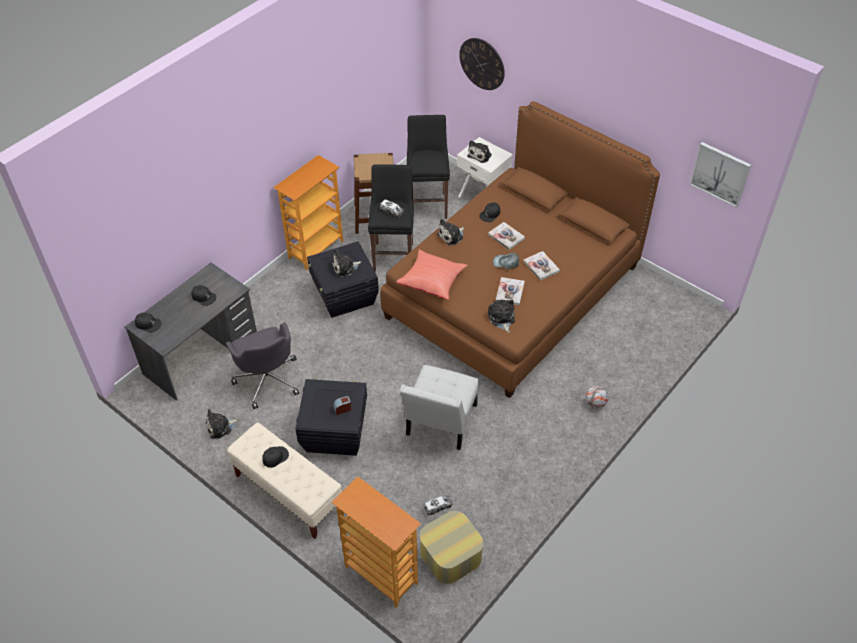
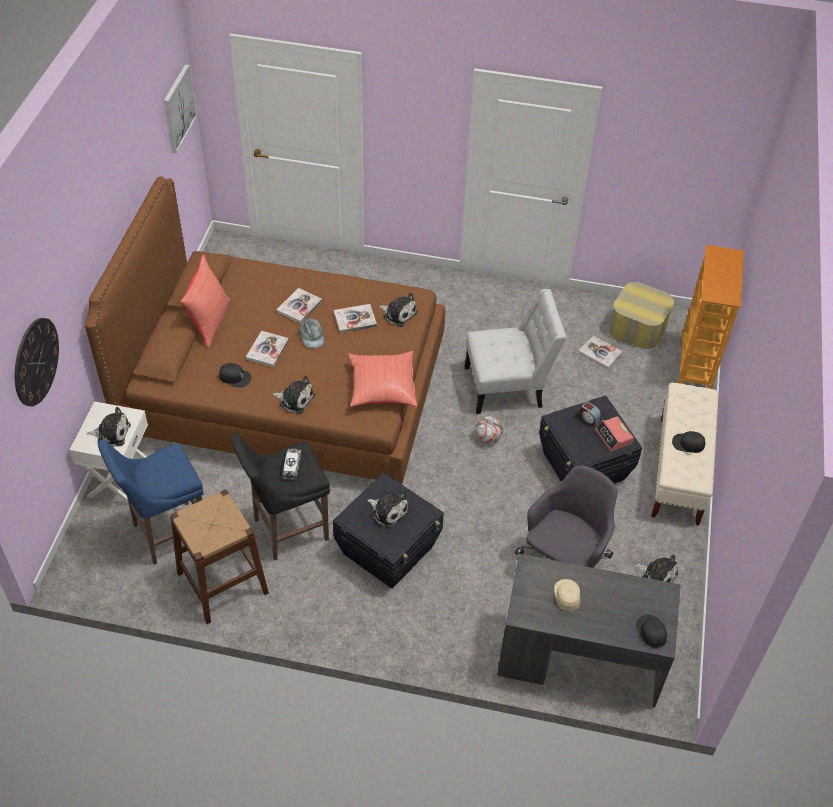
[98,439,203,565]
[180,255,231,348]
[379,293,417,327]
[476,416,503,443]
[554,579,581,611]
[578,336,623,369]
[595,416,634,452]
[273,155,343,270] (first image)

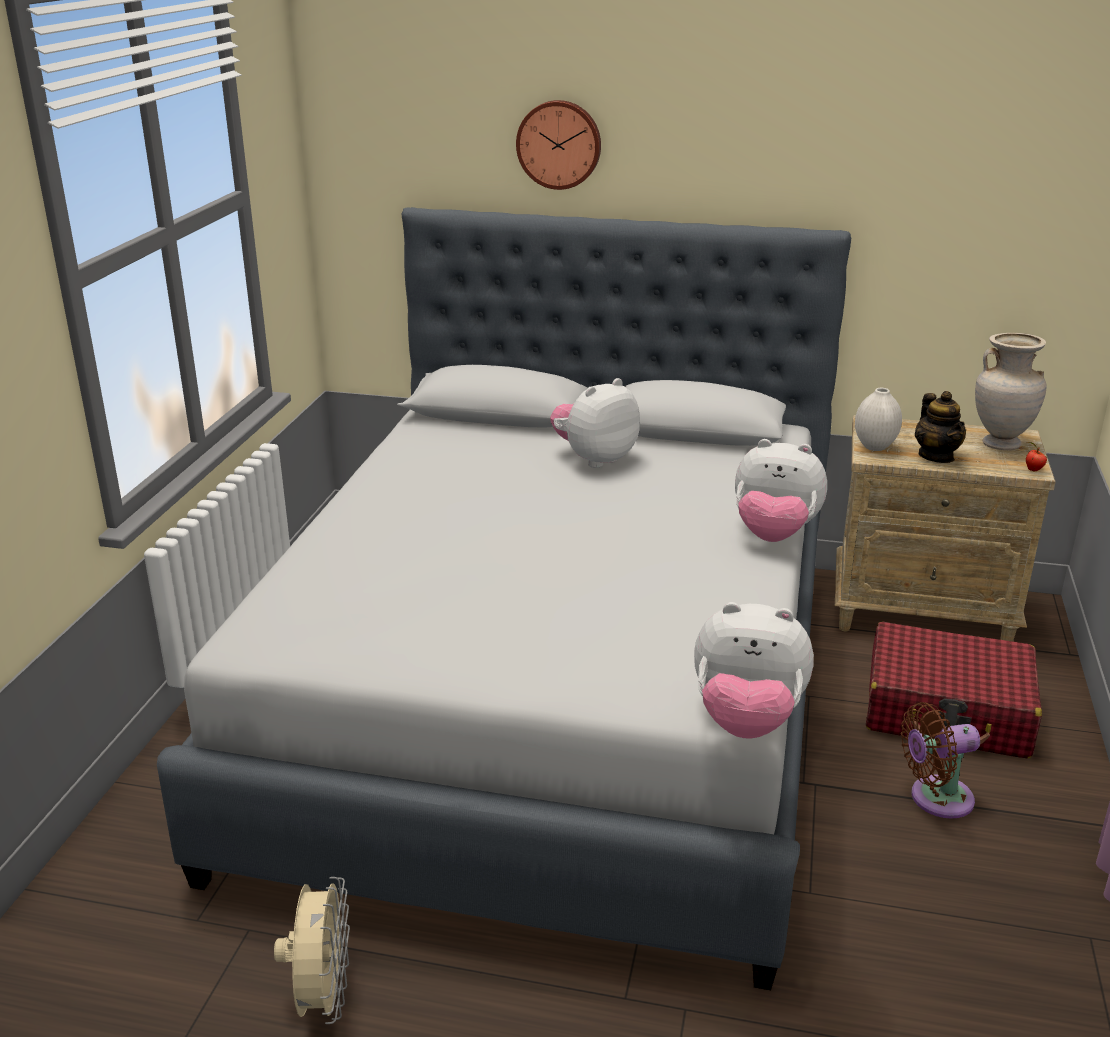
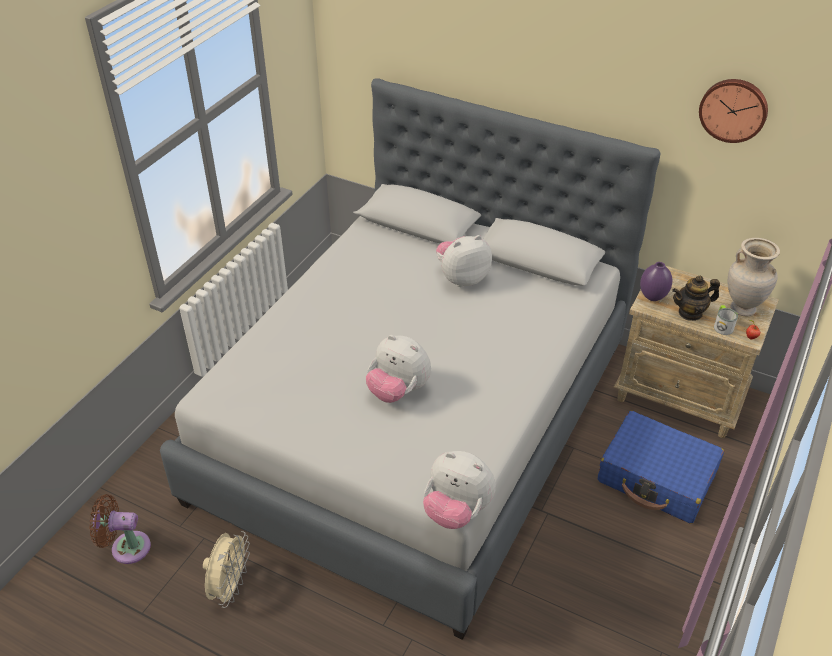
[89,494,151,564]
[366,335,431,403]
[598,411,724,523]
[640,262,672,301]
[672,276,720,321]
[699,79,768,143]
[714,305,738,335]

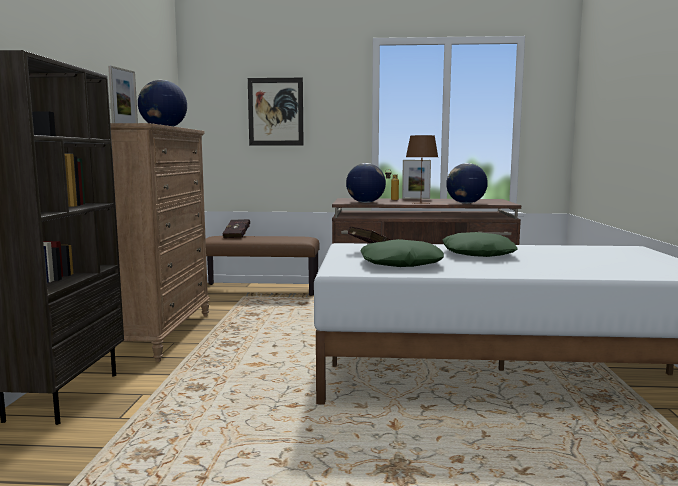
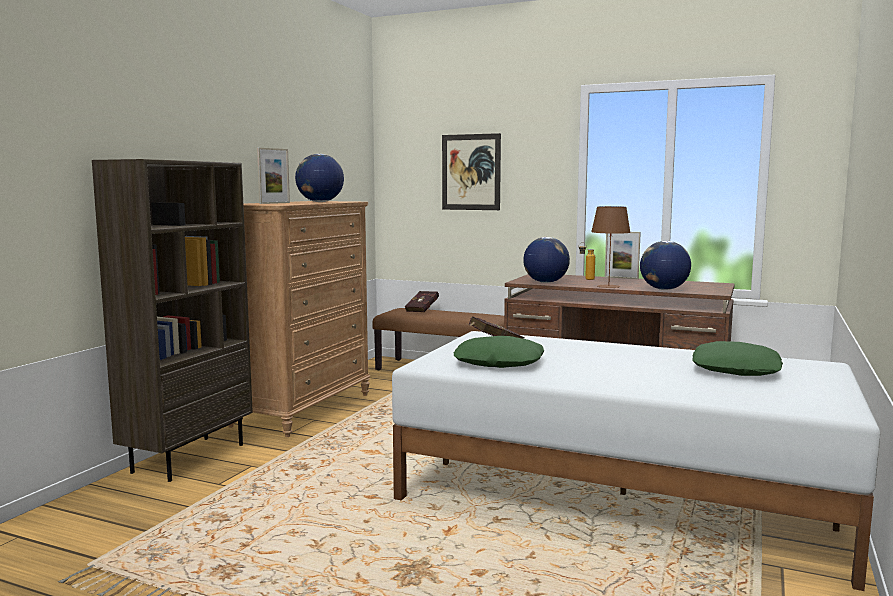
[692,341,783,376]

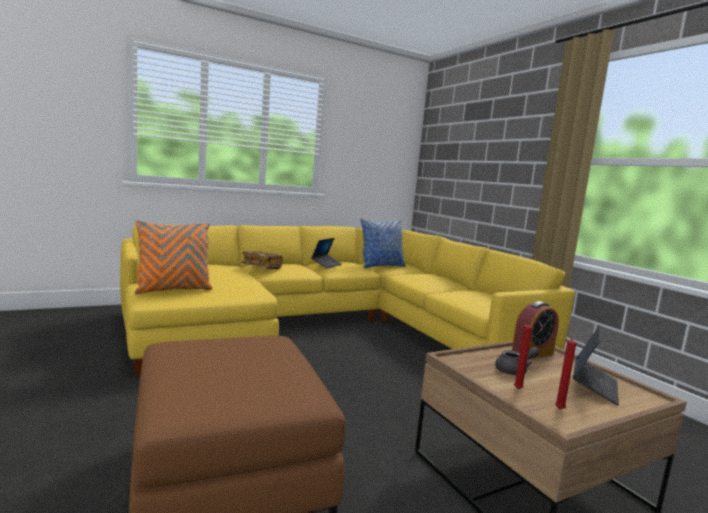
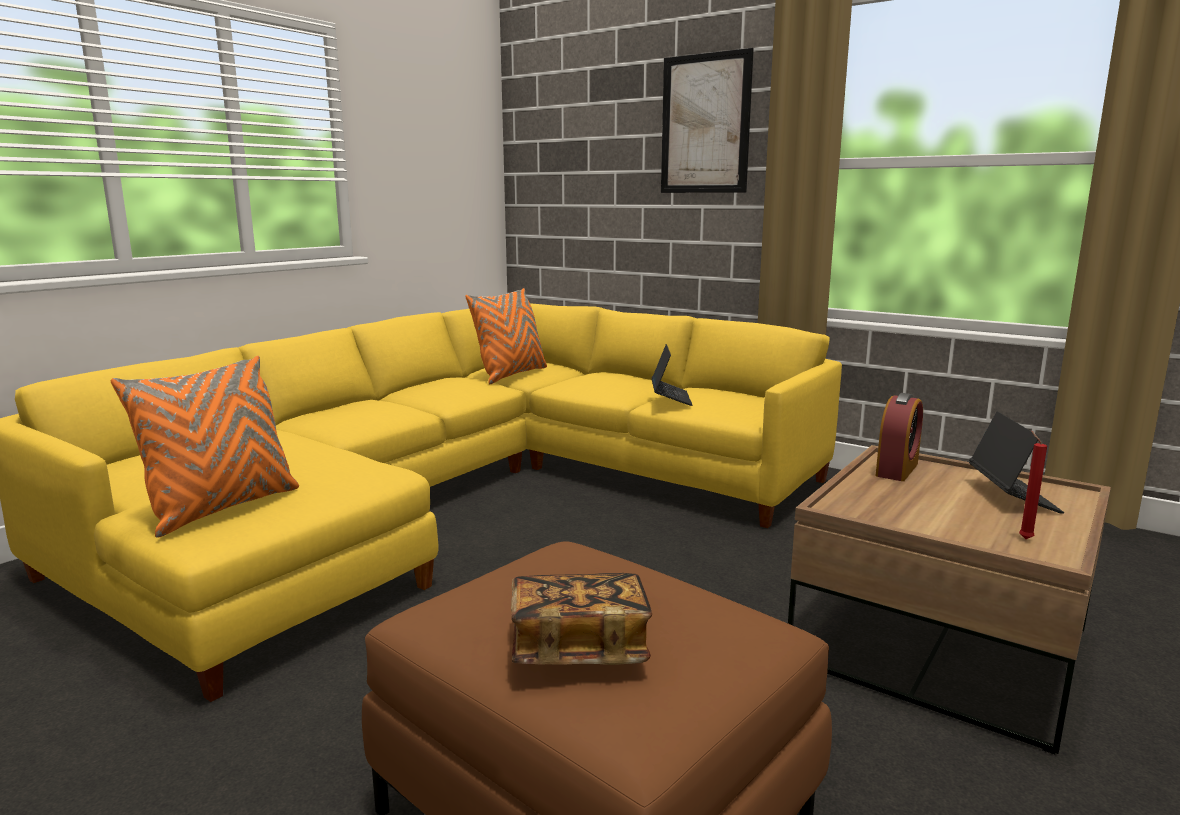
[465,288,547,384]
[511,573,652,665]
[651,344,692,406]
[661,48,754,193]
[495,347,539,375] (first image)
[514,320,532,389] (first image)

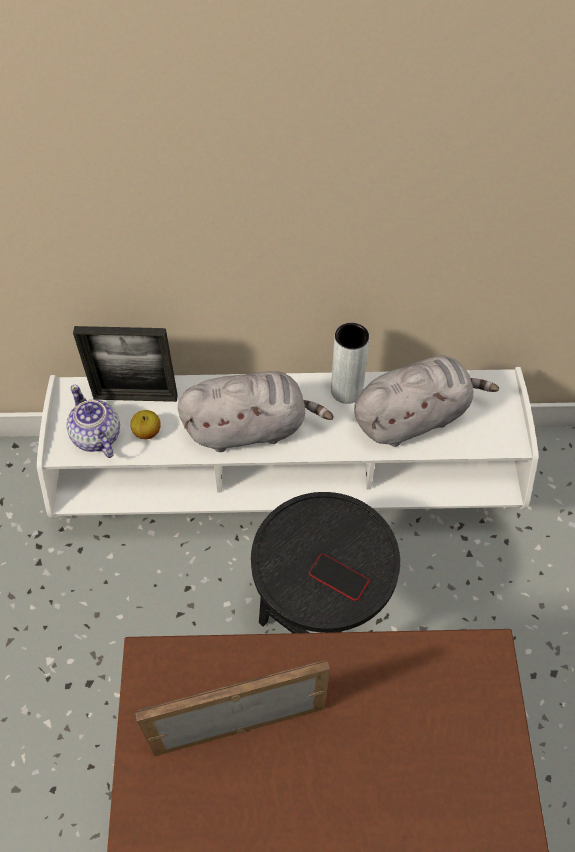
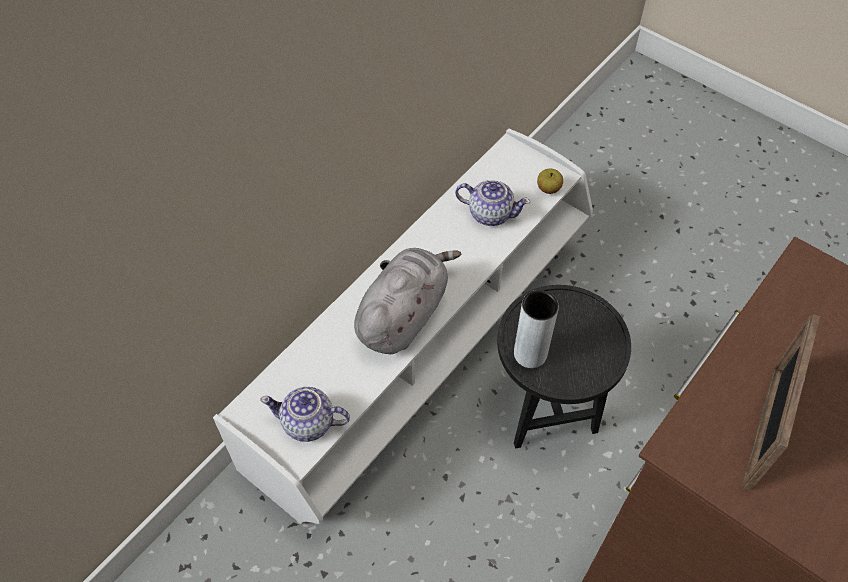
[455,180,530,226]
[514,290,559,368]
[537,169,563,194]
[73,326,178,402] (first image)
[309,554,369,601] (first image)

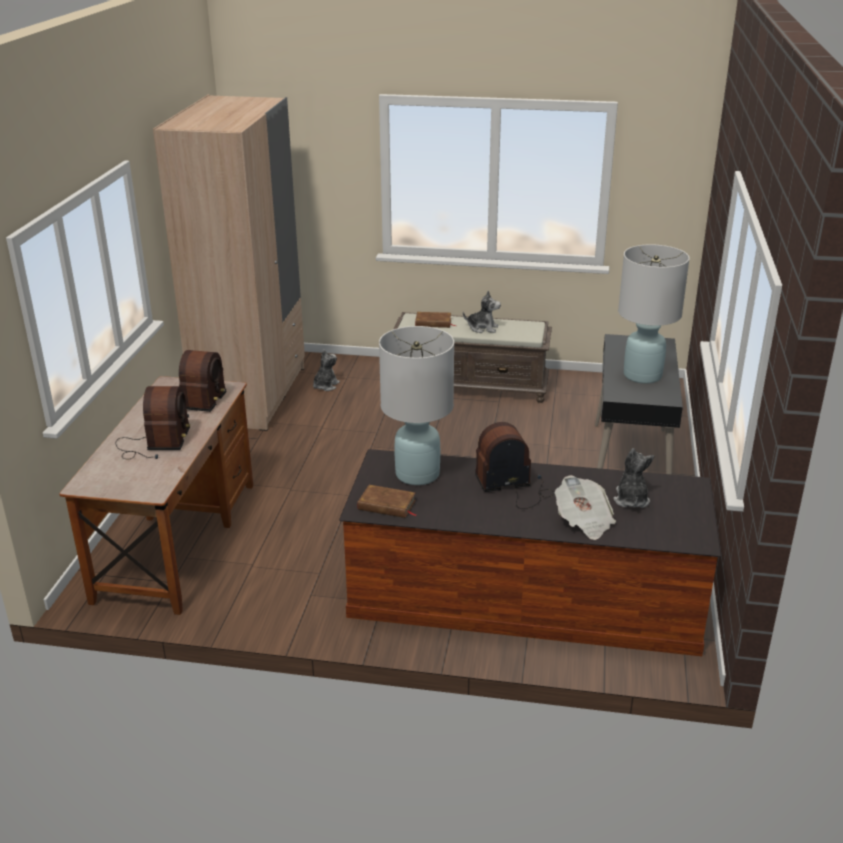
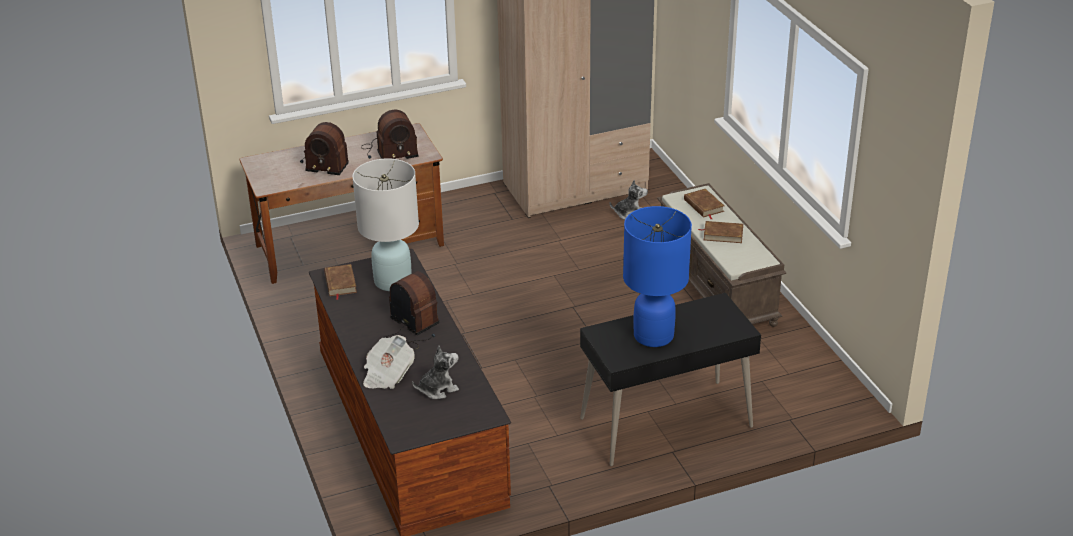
[300,122,349,175]
[623,206,692,347]
[698,221,743,243]

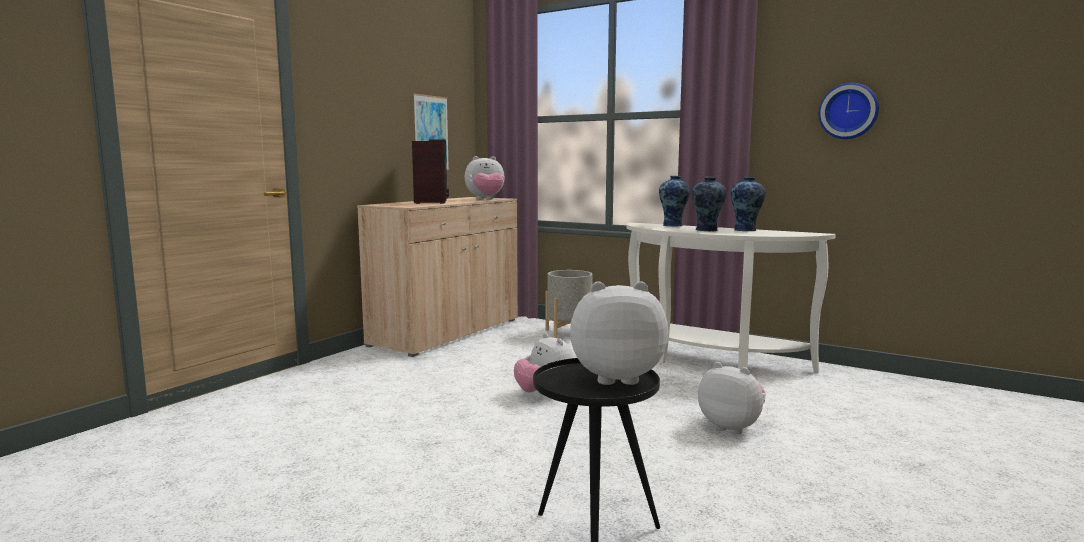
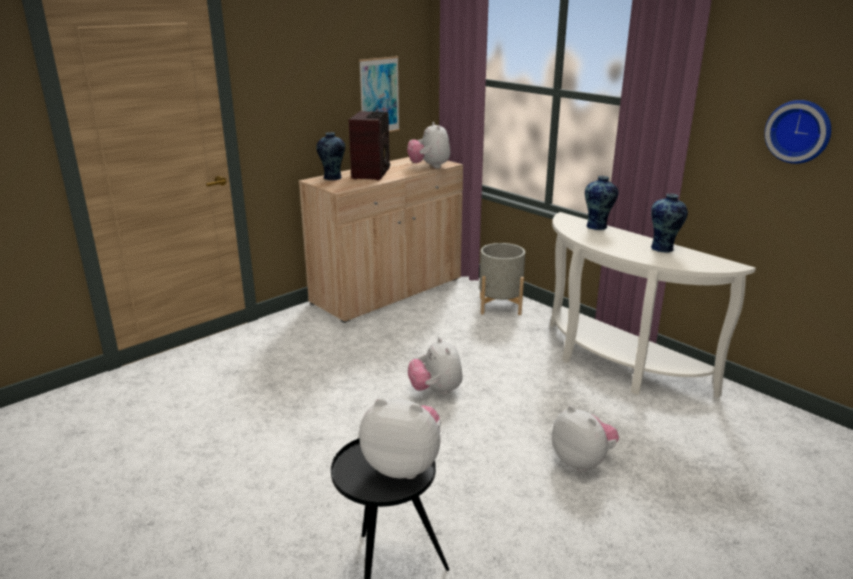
[316,132,345,180]
[407,122,450,168]

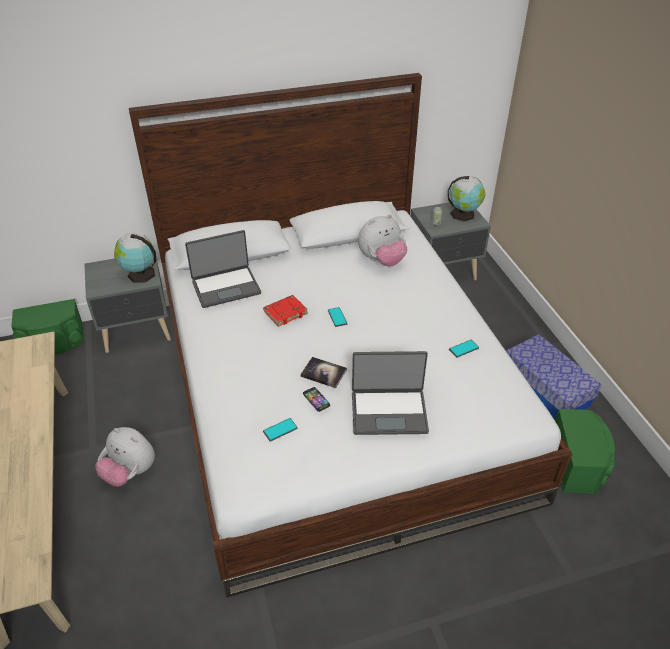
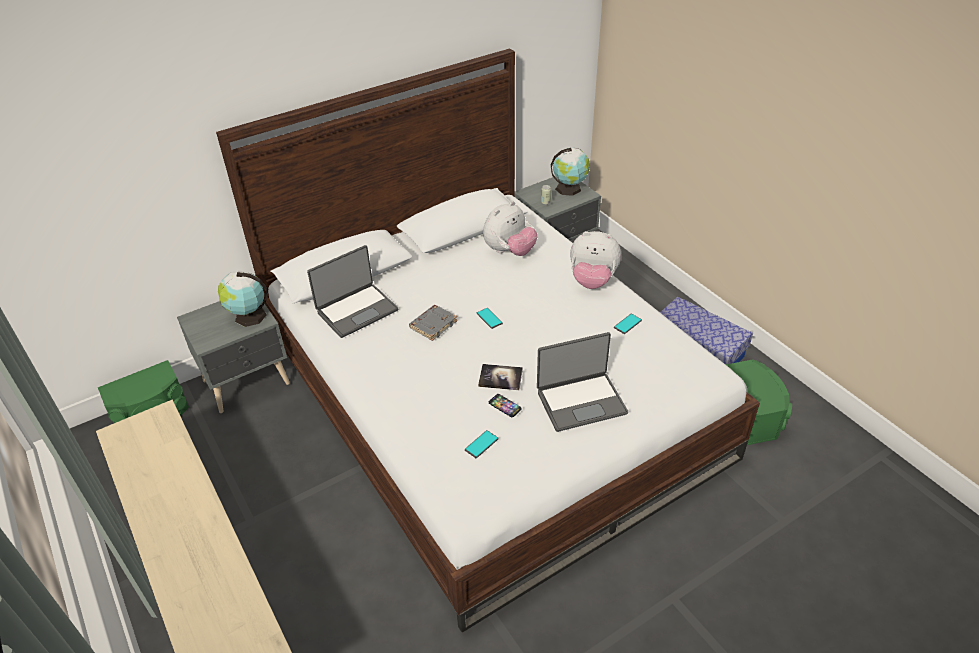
[409,305,458,341]
[570,231,621,289]

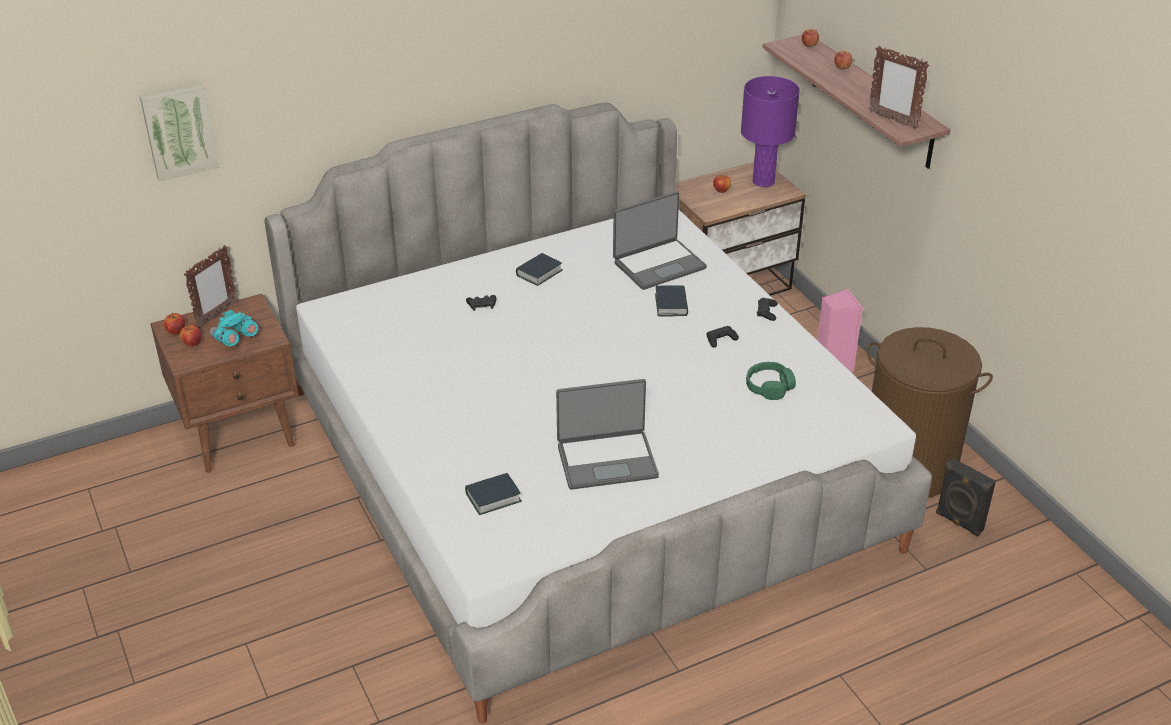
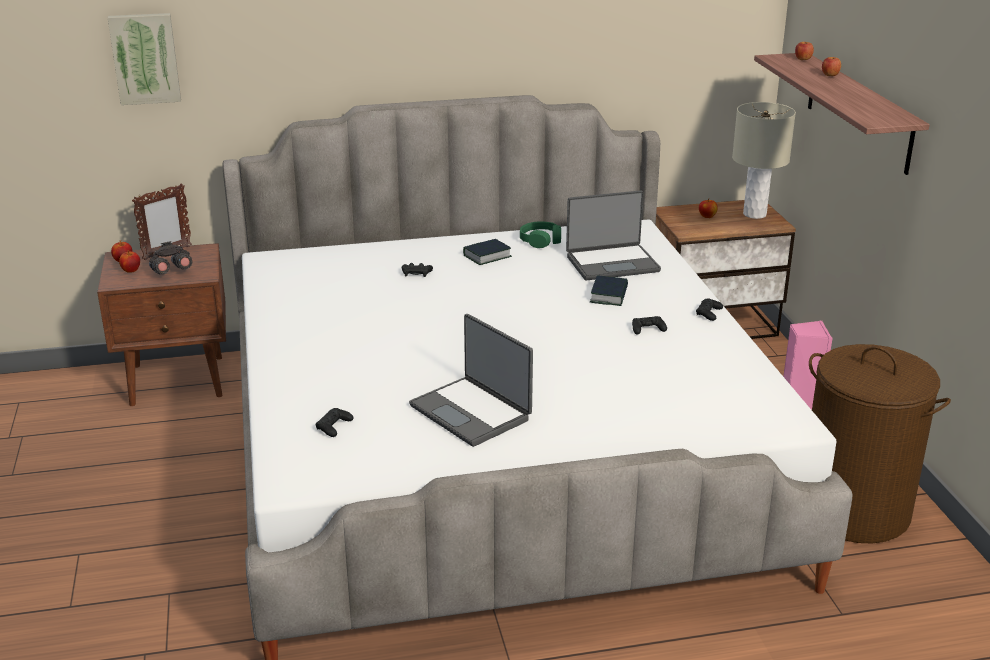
[149,241,192,274]
[316,408,354,437]
[409,314,533,447]
[520,221,561,248]
[732,102,796,219]
[869,46,929,129] (first image)
[936,458,996,537] (first image)

